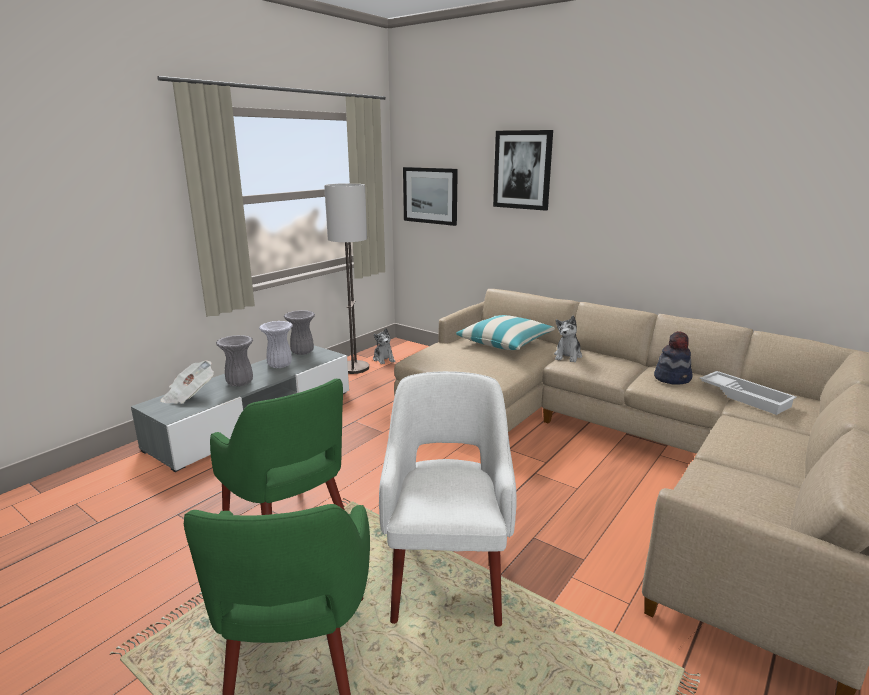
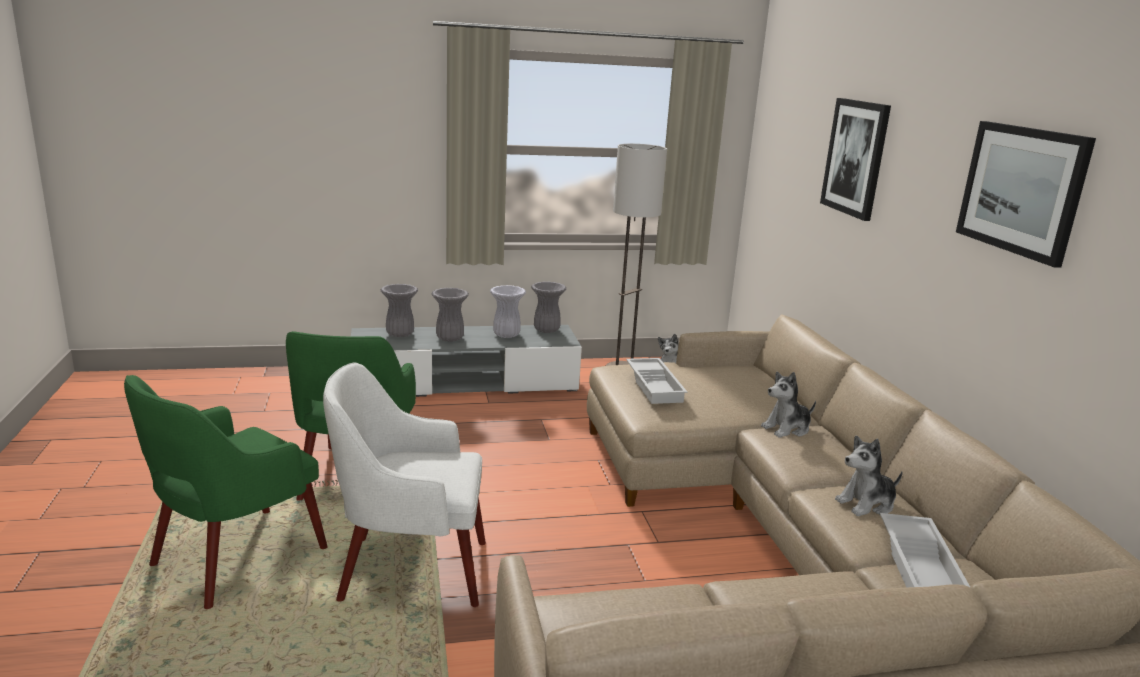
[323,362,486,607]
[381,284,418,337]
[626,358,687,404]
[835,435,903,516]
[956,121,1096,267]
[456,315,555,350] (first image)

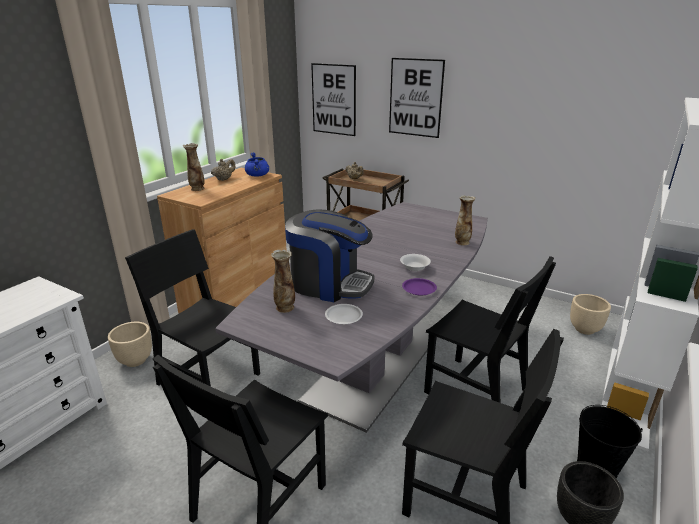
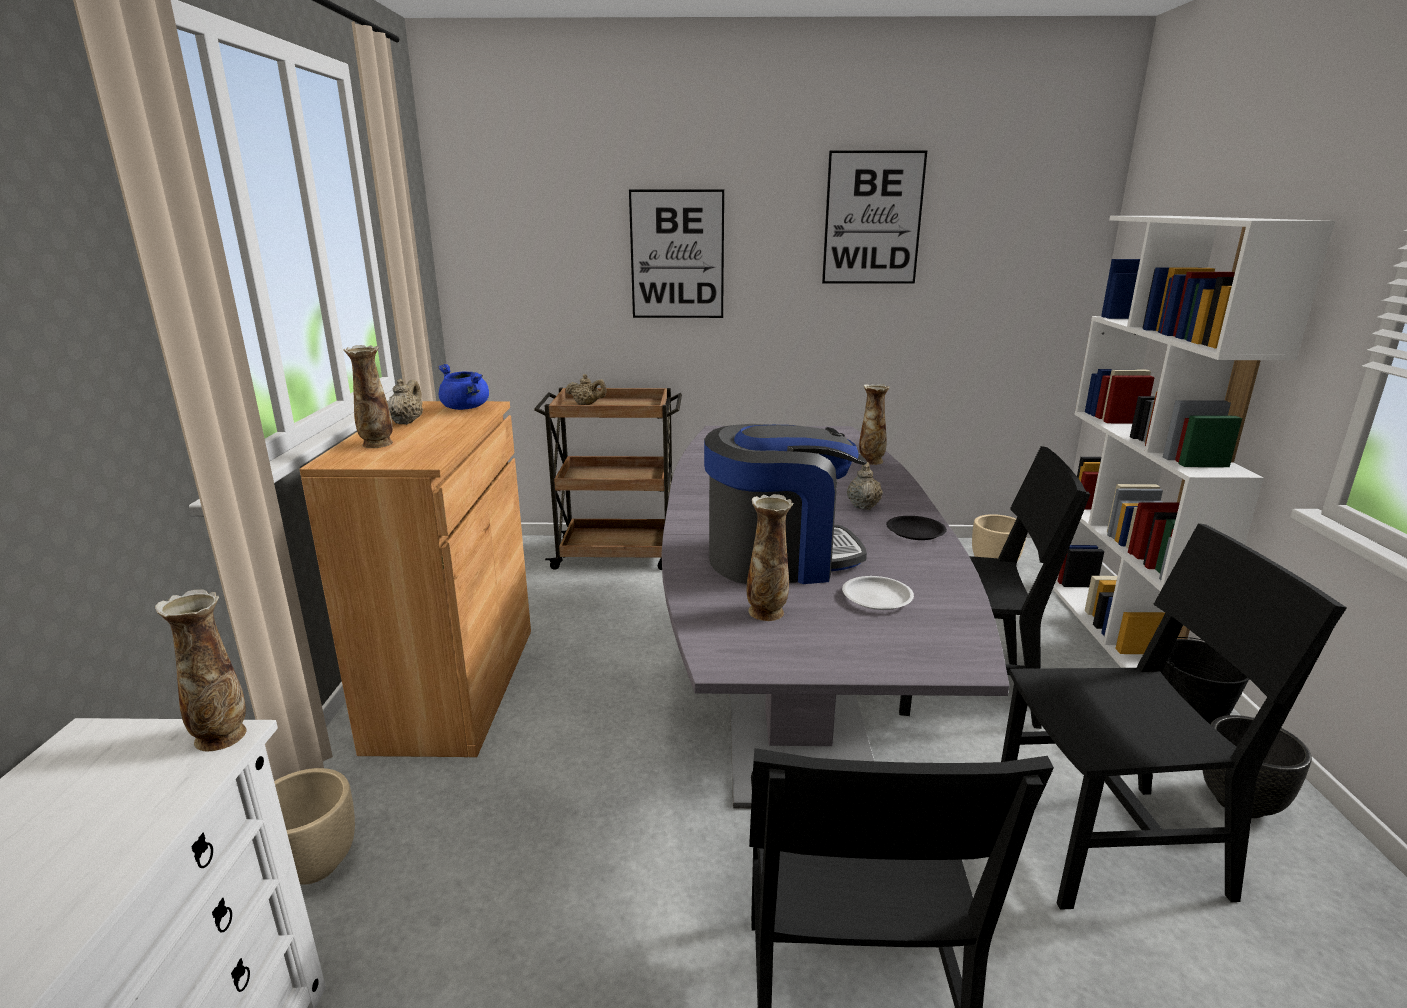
[155,589,247,752]
[822,151,927,284]
[847,462,883,510]
[886,516,947,540]
[125,229,260,387] (first image)

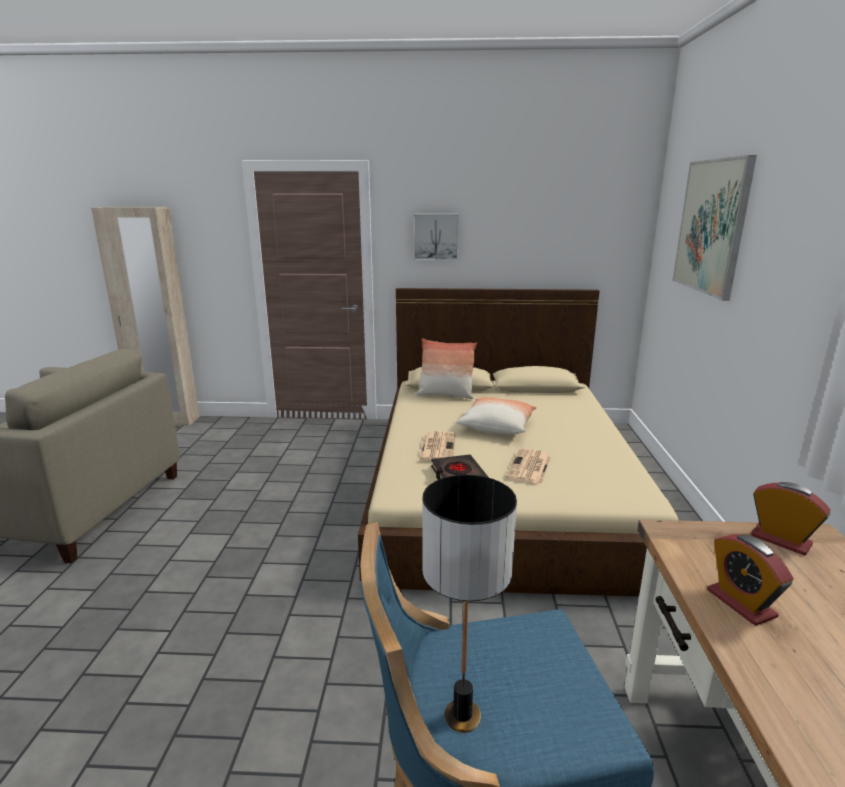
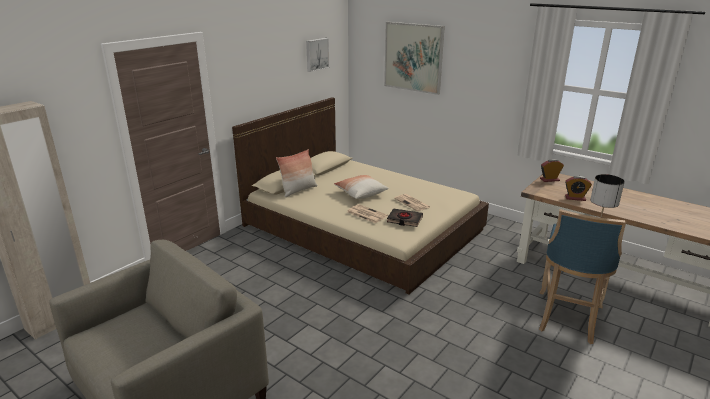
[306,38,329,72]

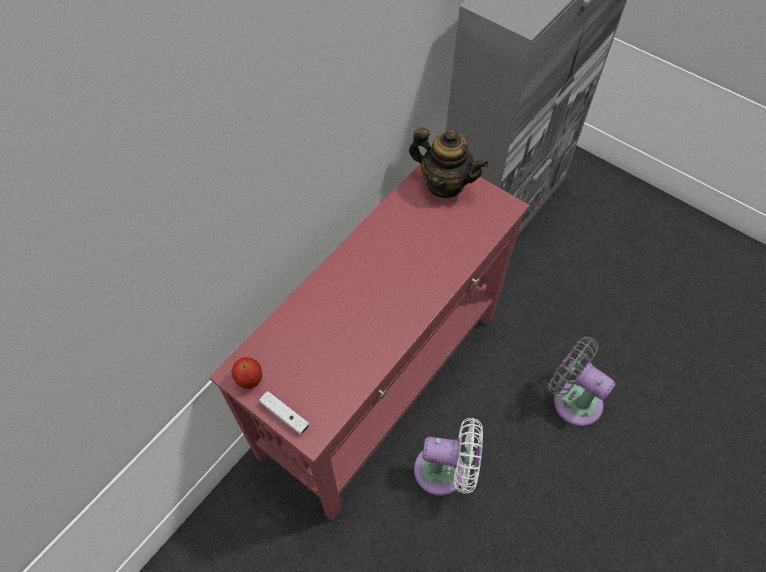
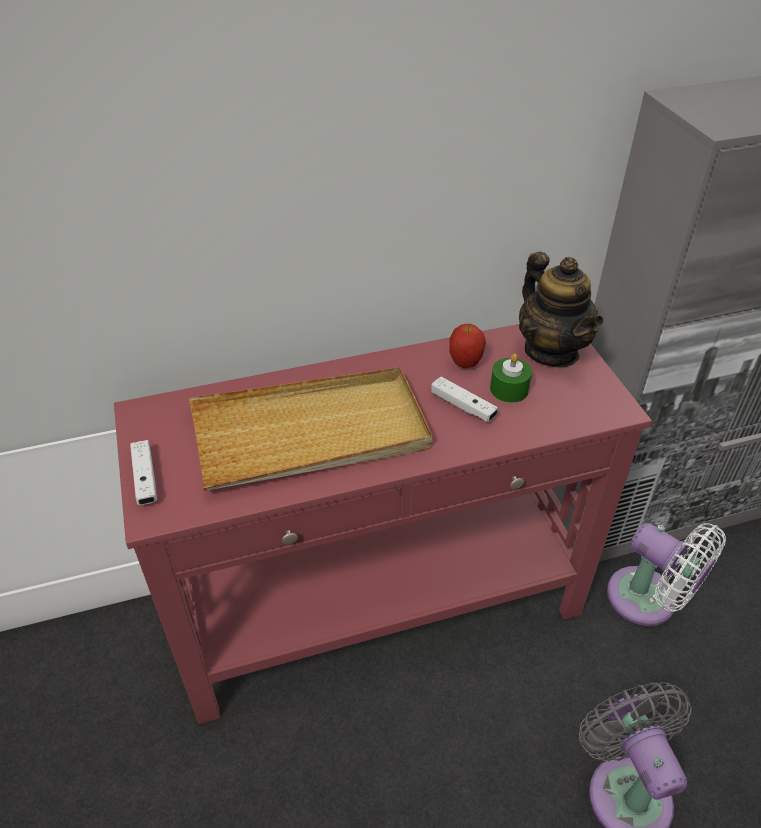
[189,367,432,491]
[431,377,498,422]
[449,324,486,368]
[490,354,532,403]
[607,523,726,626]

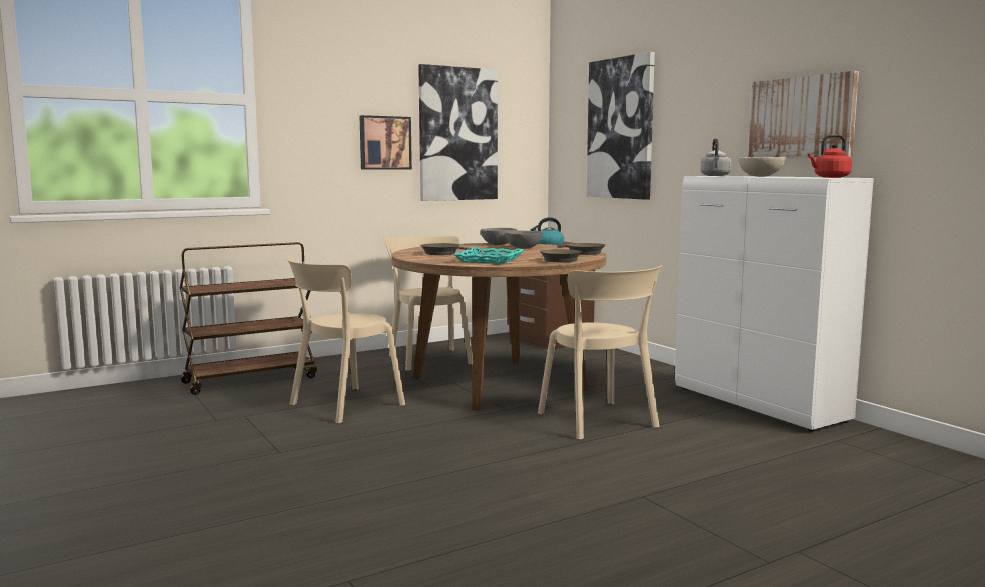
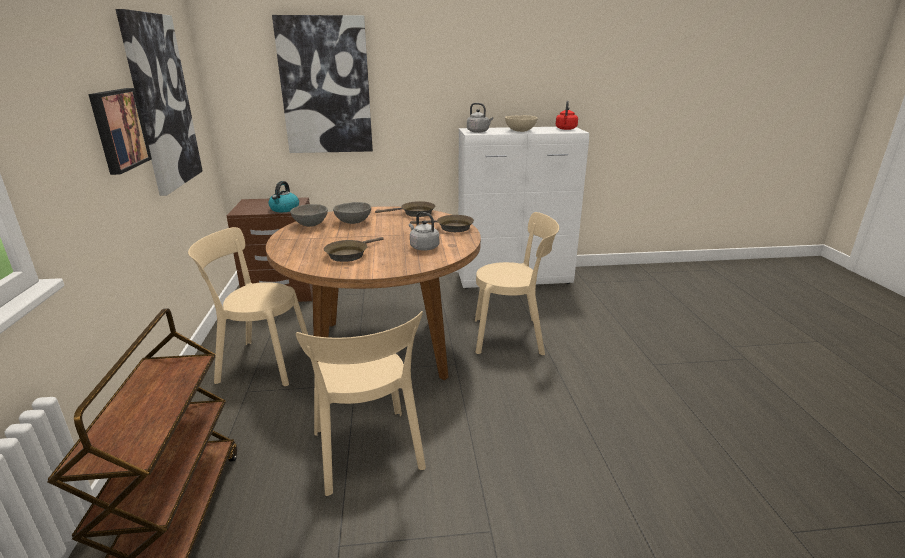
[409,212,439,251]
[748,71,859,158] (first image)

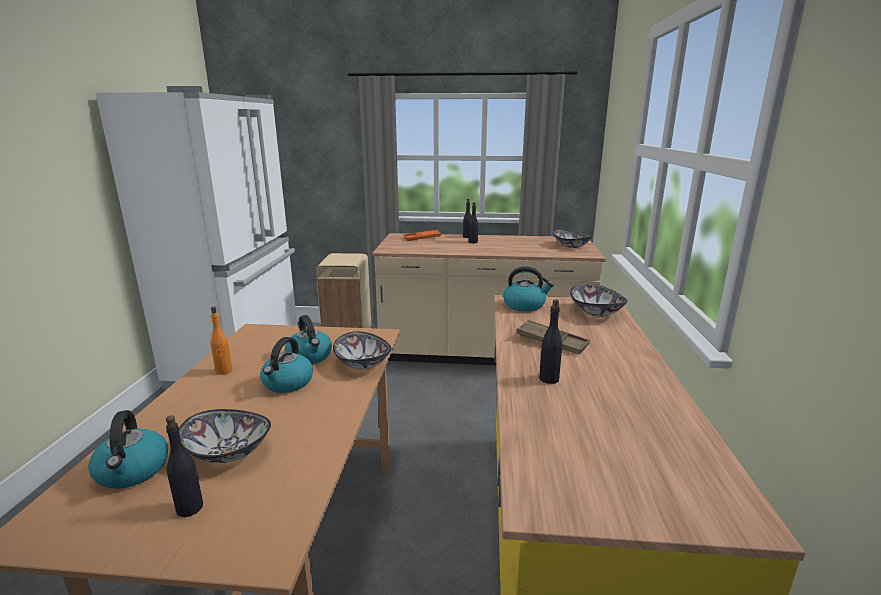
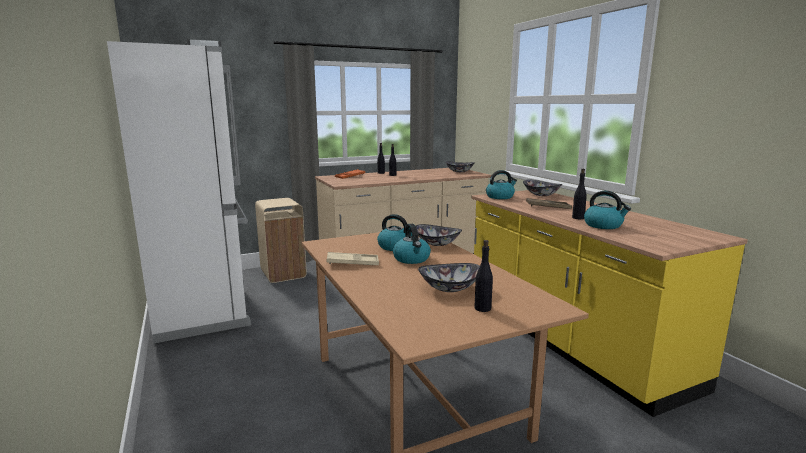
[327,252,379,265]
[584,191,631,229]

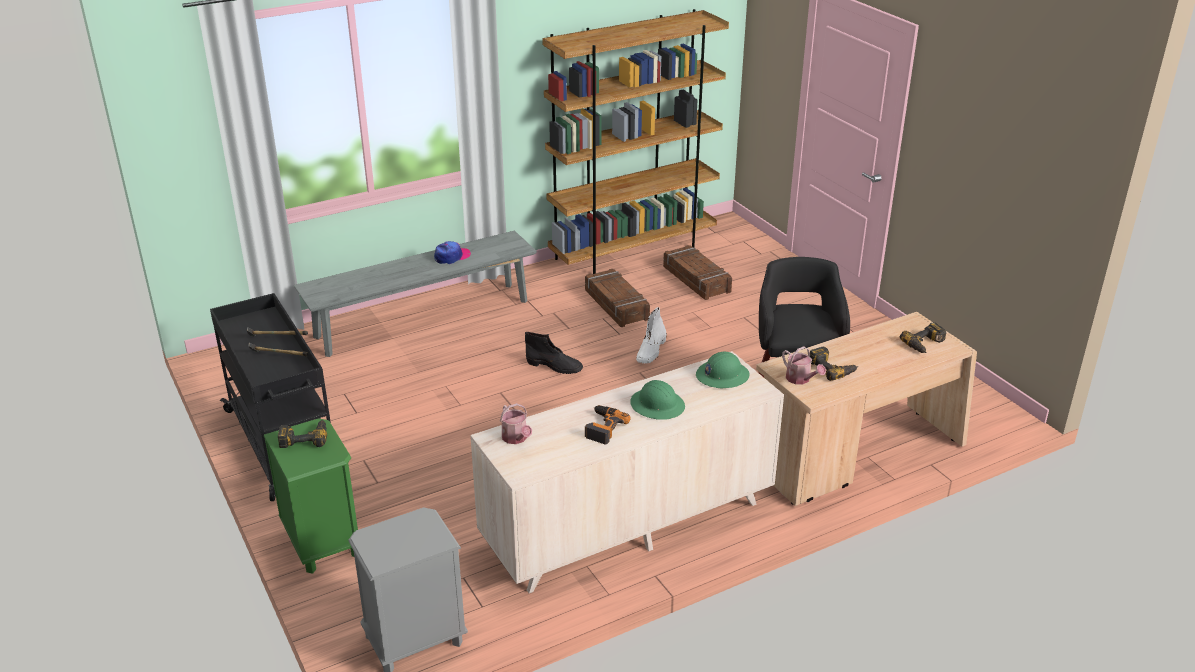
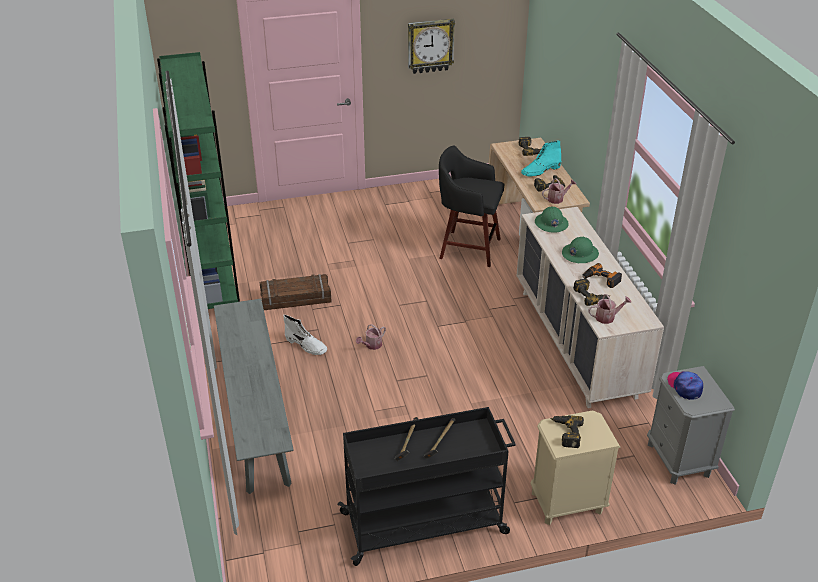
[157,52,240,309]
[283,315,327,355]
[356,324,386,350]
[408,19,455,74]
[521,140,561,176]
[530,410,620,525]
[573,278,610,306]
[667,371,703,400]
[663,245,732,300] (first image)

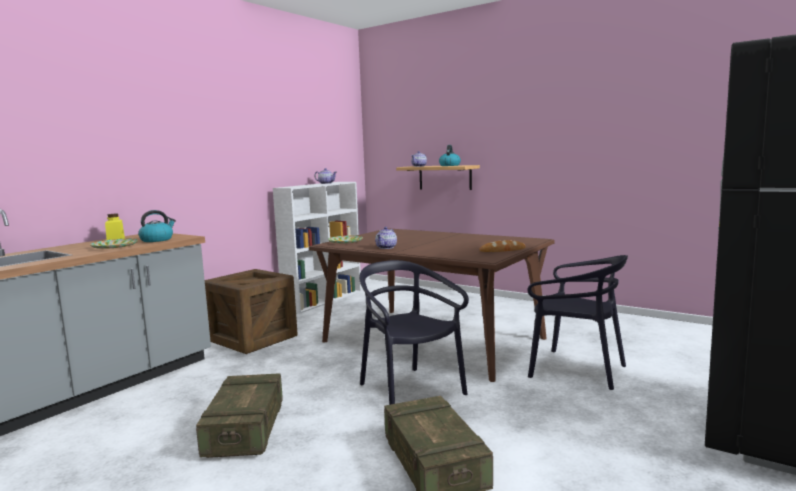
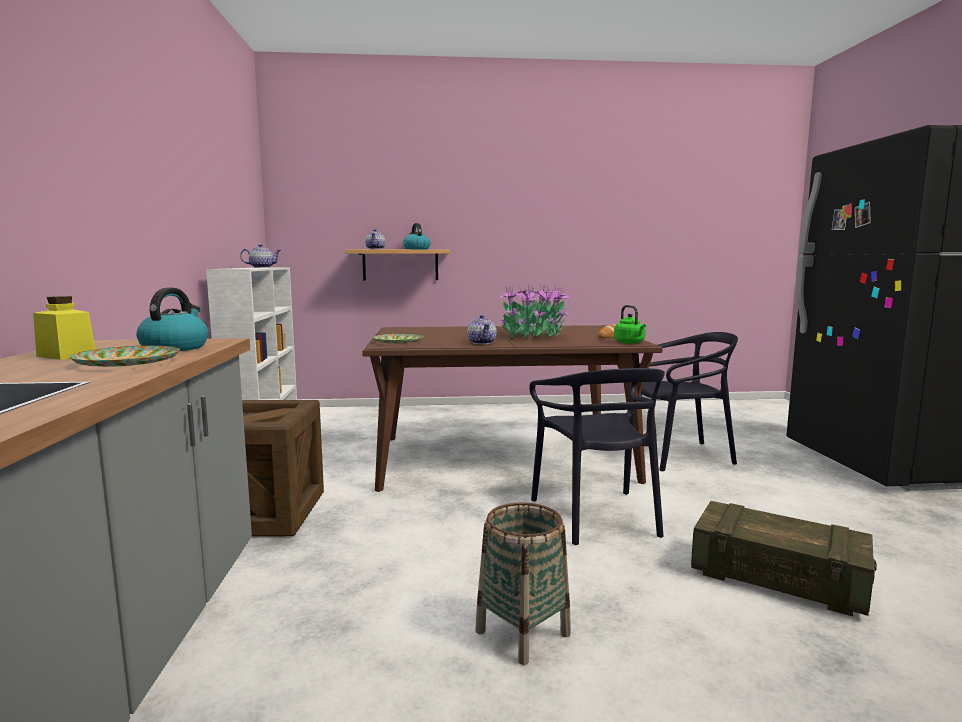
[475,503,571,665]
[500,284,570,338]
[529,368,665,545]
[614,305,646,344]

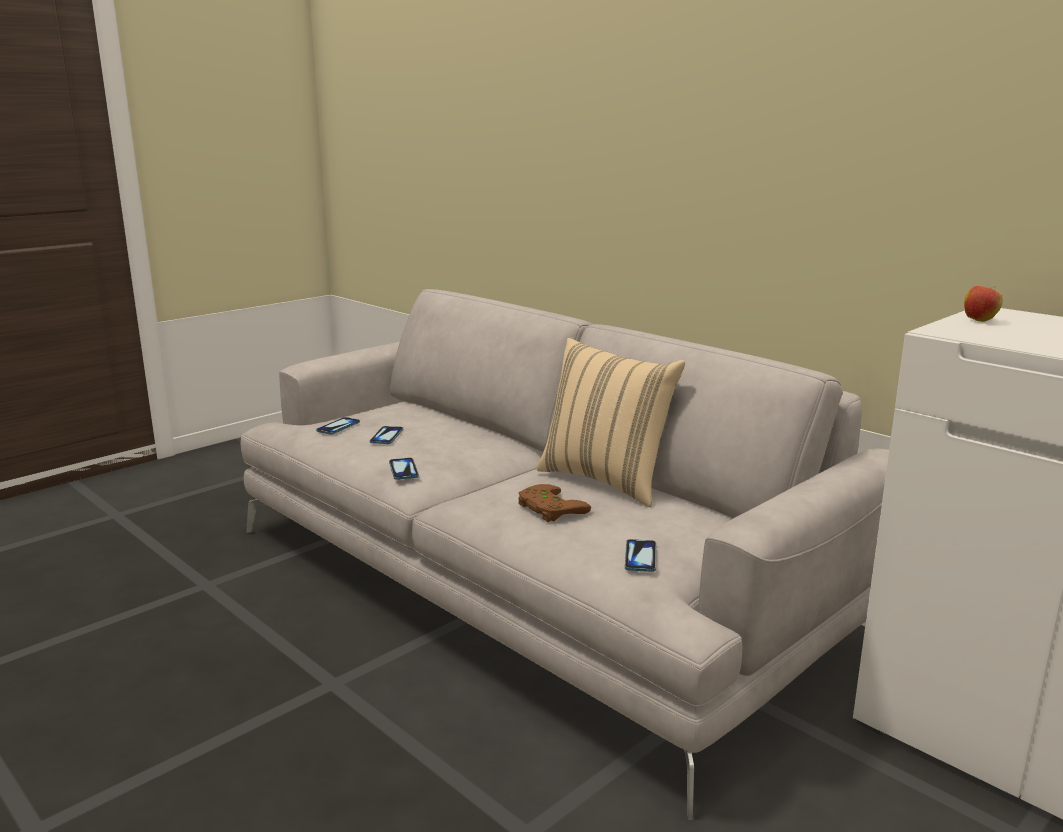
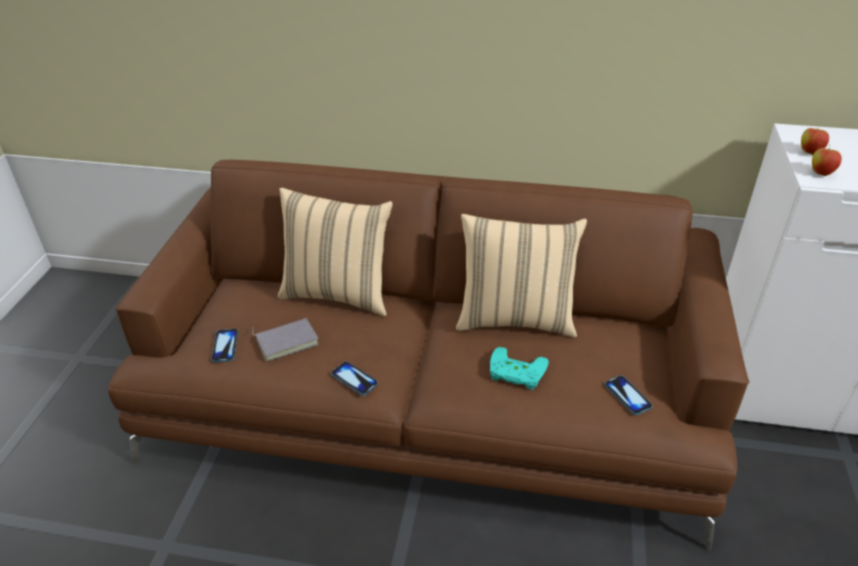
[108,160,749,551]
[252,318,319,361]
[278,188,393,316]
[490,347,549,390]
[812,145,842,176]

